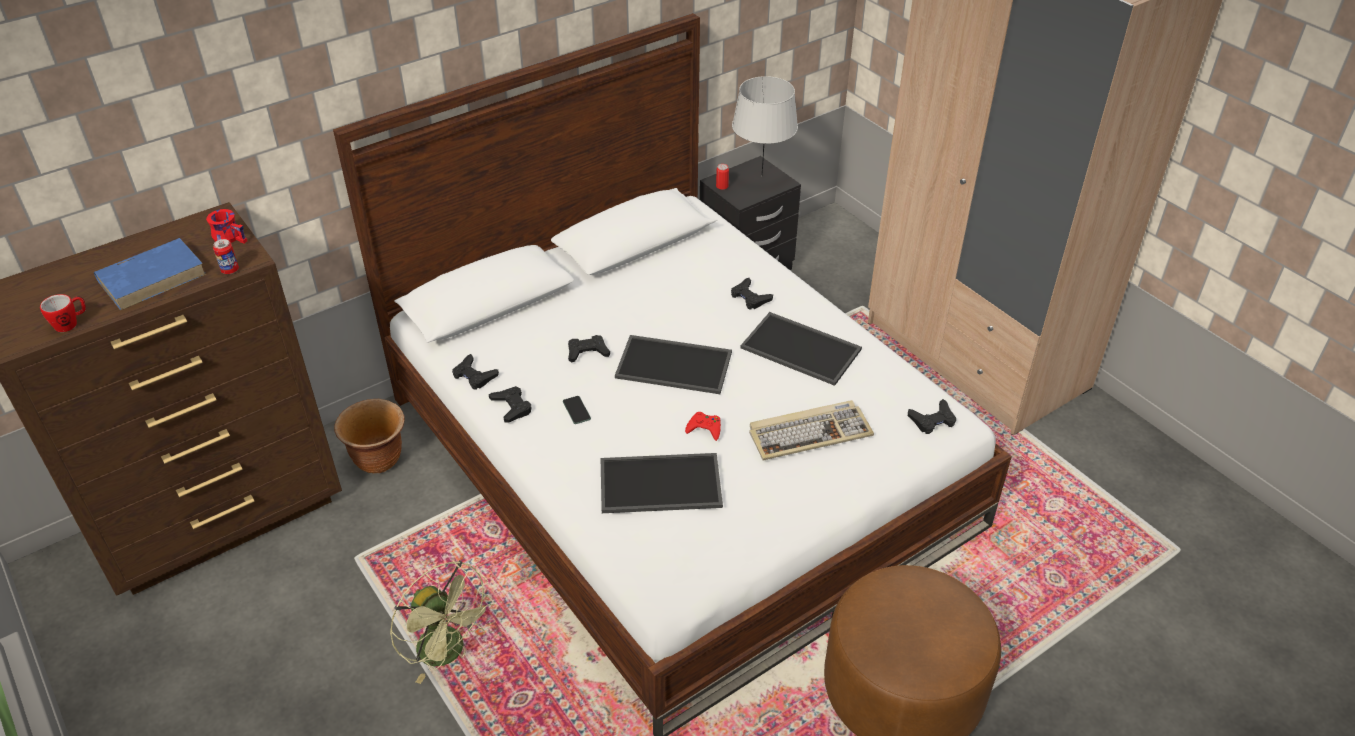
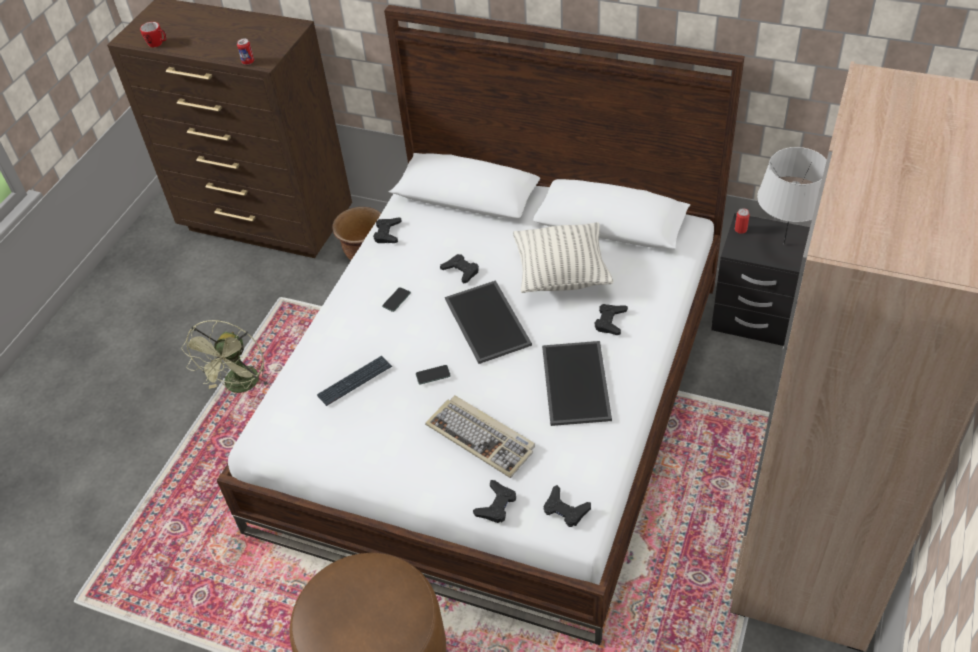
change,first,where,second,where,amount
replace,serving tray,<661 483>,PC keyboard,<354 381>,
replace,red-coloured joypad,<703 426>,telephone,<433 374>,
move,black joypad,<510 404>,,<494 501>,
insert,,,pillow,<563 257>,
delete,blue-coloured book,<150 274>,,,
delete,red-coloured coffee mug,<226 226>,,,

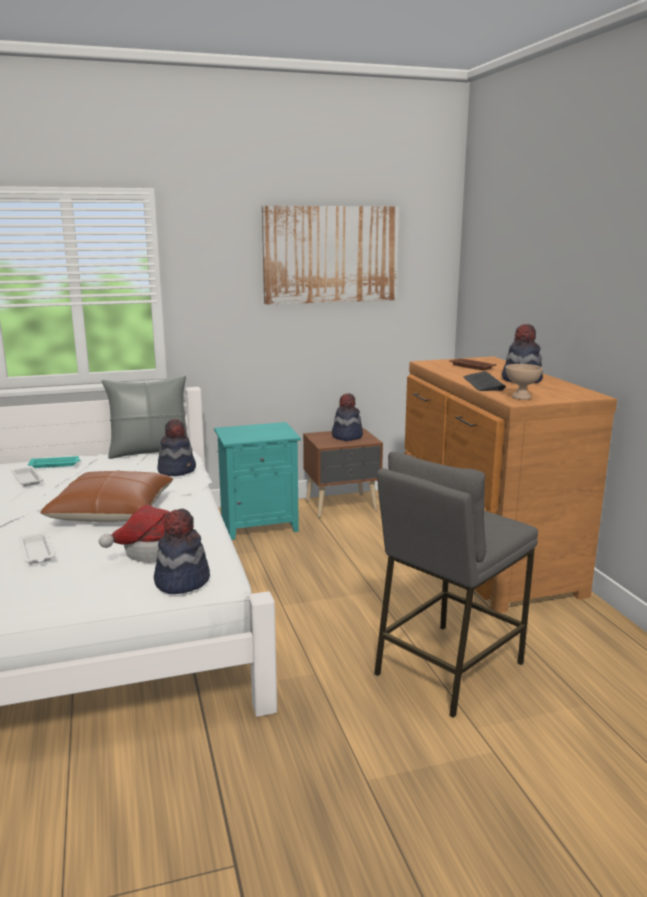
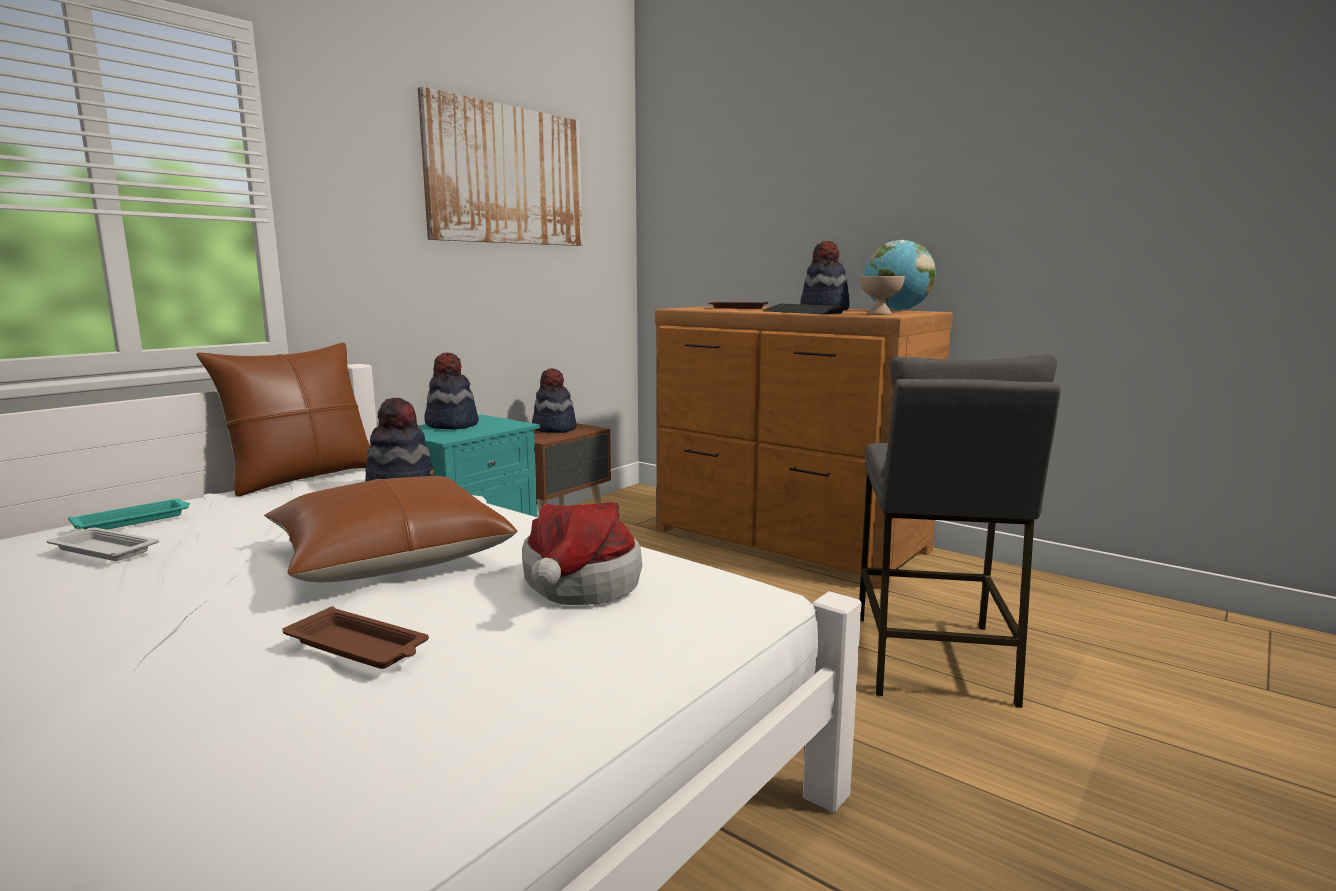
change,first,where,second,where,amount
recolor,greyish pillow,<146 417>,brownish pillow,<283 419>,
recolor,white serving tray,<37 548>,brownish serving tray,<356 637>,
move,wearable hat,<182 551>,,<451 391>,
insert,,,desk globe,<900 275>,

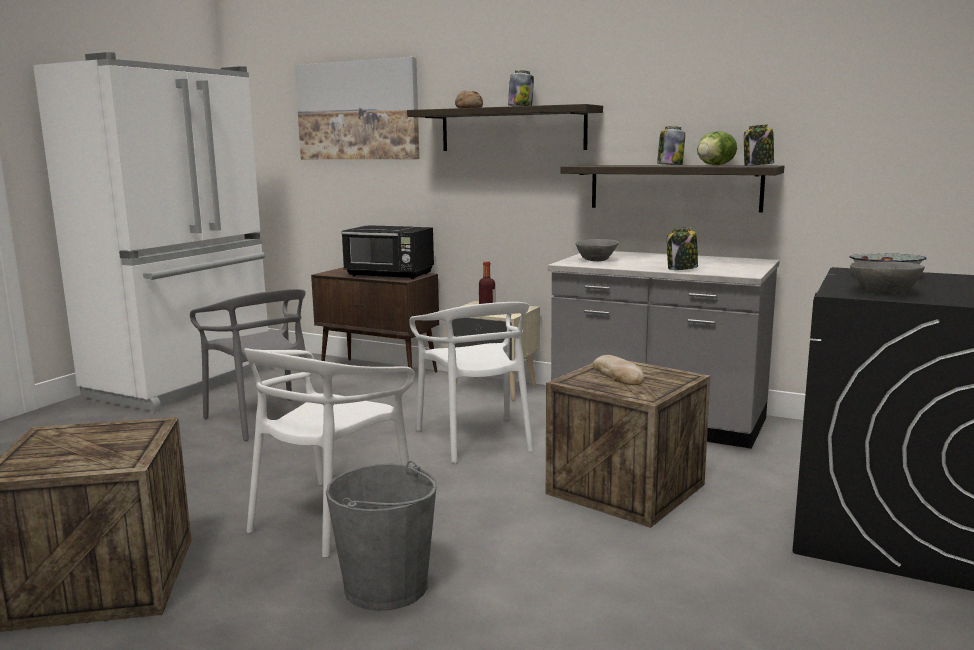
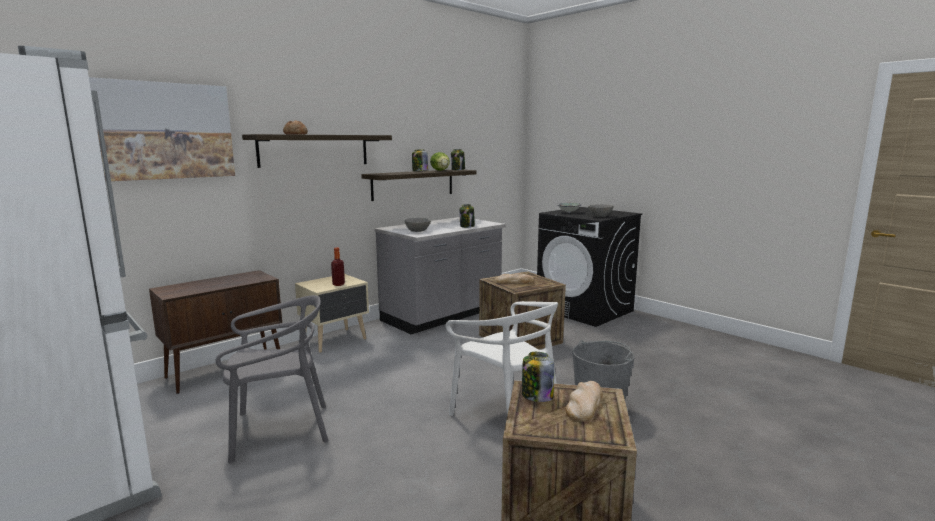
change,first,where,second,where,amount
move,preserve jar,<521 88>,,<538 377>,
insert,,,bakery bread,<584 401>,
delete,black microwave oven,<387 252>,,,
delete,white upright chair,<471 382>,,,

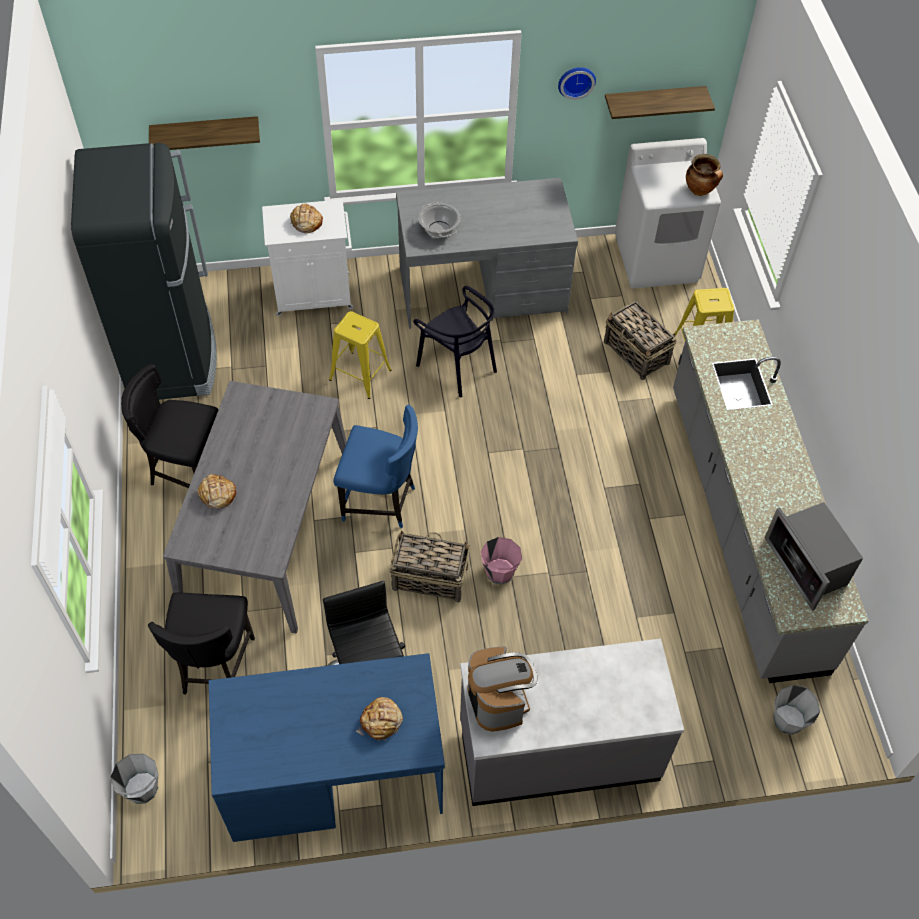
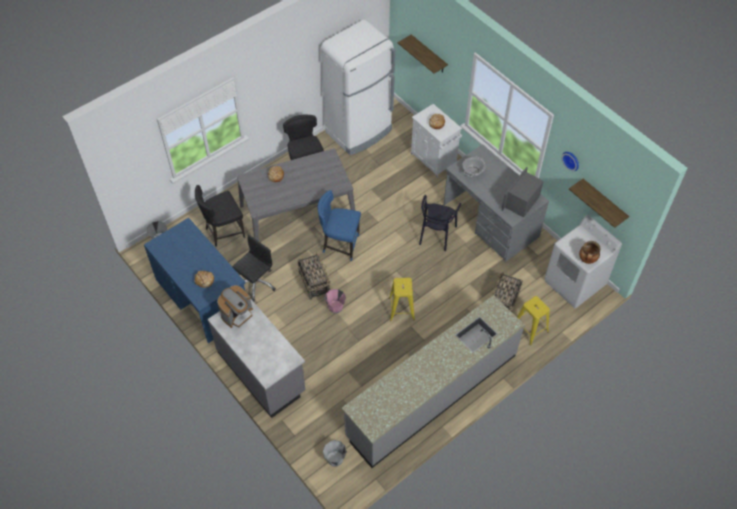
change,first,where,second,where,amount
rotate,blue-coloured upright chair,<375 467>,,<339 225>,120 degrees clockwise
recolor,black fridge,<144 271>,white fridge,<358 87>,
move,yellow-coloured sitting stool,<360 355>,,<402 299>,
move,microwave oven,<813 556>,,<522 192>,

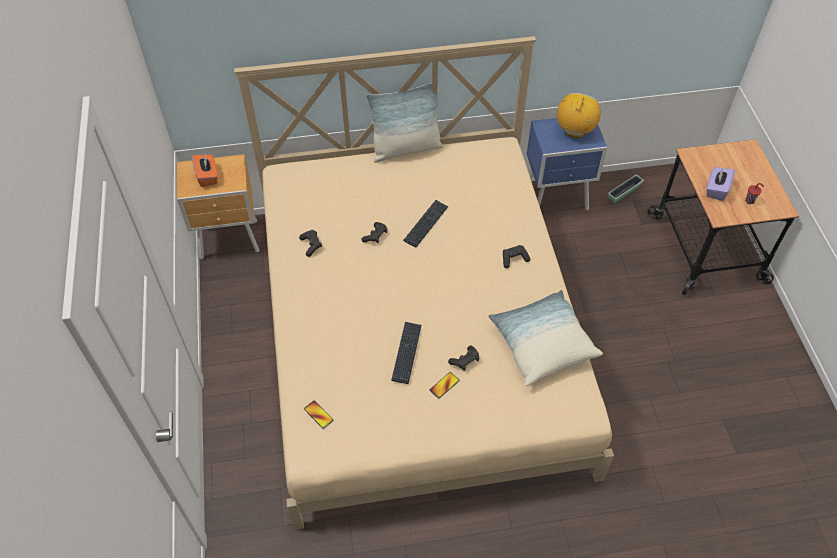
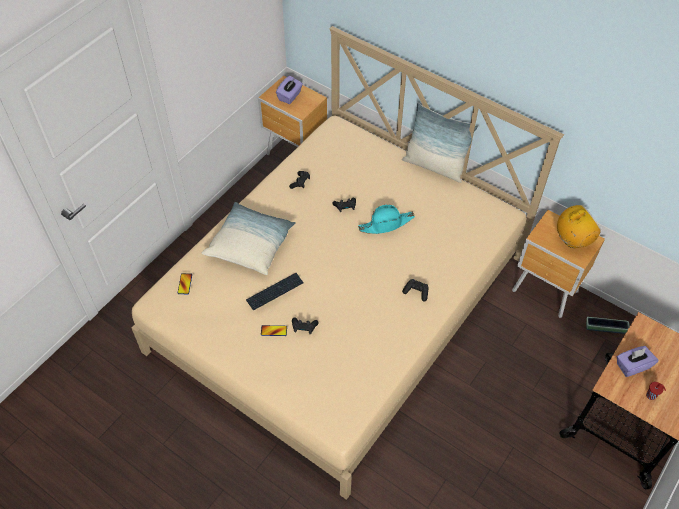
change,first,where,second,where,amount
move,pillow,<545 338>,,<249 238>,
recolor,orange box of tissues,<205 170>,purple box of tissues,<289 90>,
replace,PC keyboard,<426 223>,blue-green wearable hat,<386 219>,
recolor,blue-coloured night table,<567 164>,brownish night table,<558 264>,

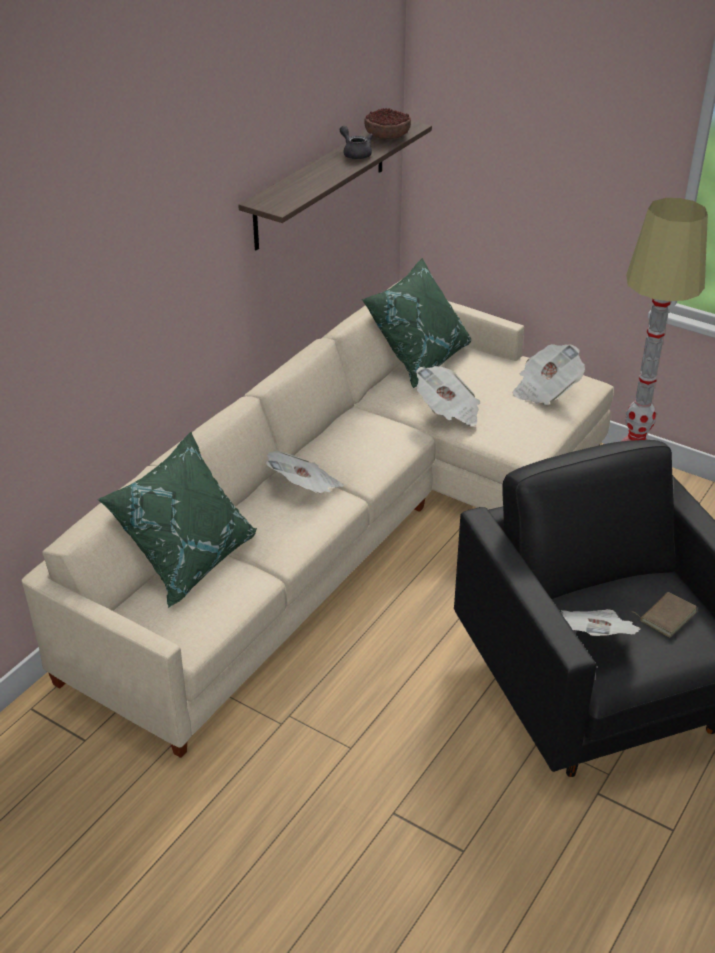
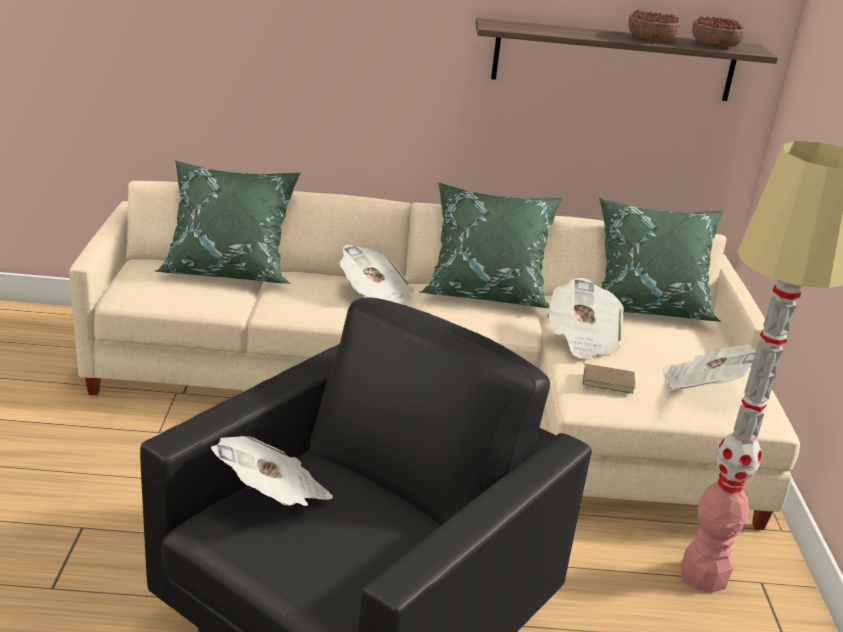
change,first,where,second,where,amount
insert,,,green-coloured pillow,<491 245>,
move,brownish book,<665 615>,,<609 376>,
replace,greyish tea pot,<356 142>,serving bowl,<654 25>,

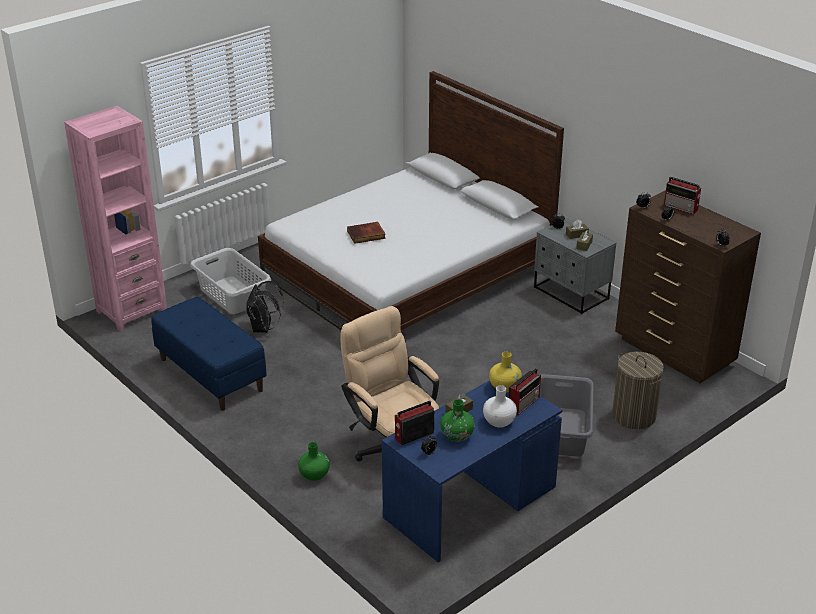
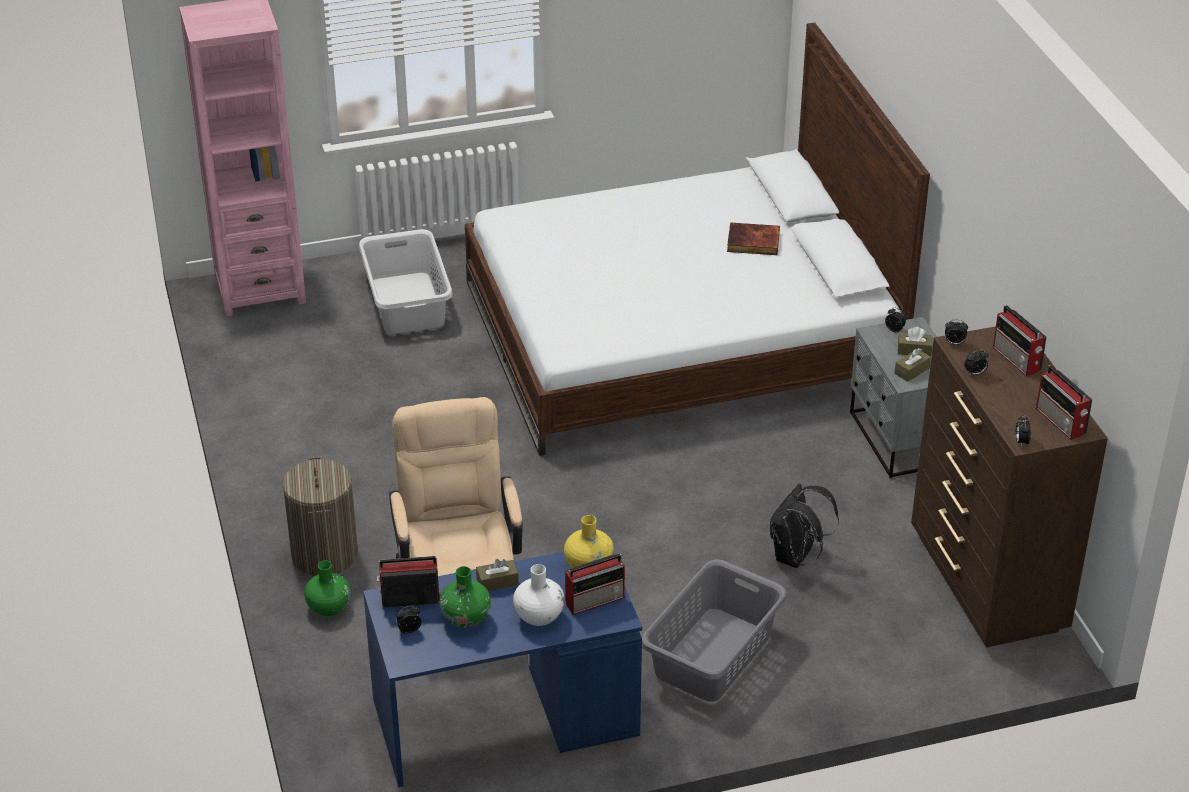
change,first,where,second,where,amount
move,washing basket,<638 390>,,<320 516>,
move,book,<366 233>,,<753 239>,
move,black backpack,<265 307>,,<804 525>,
insert,,,radio receiver,<1064 402>,
delete,blue-coloured long seat,<209 354>,,,

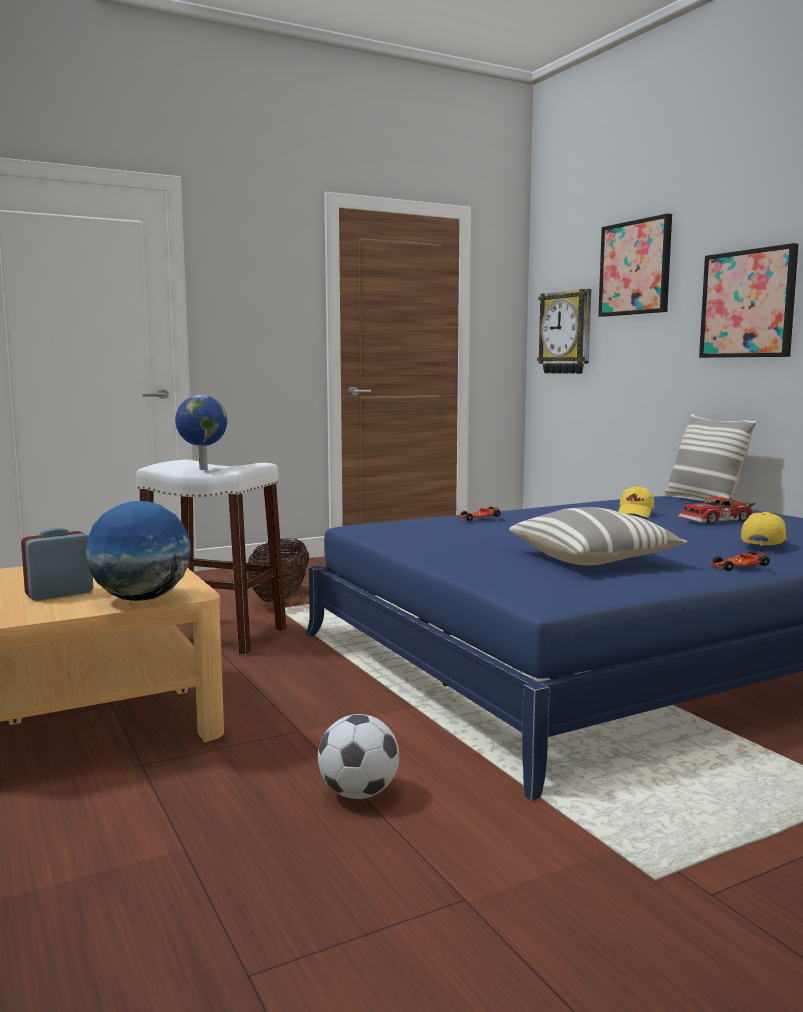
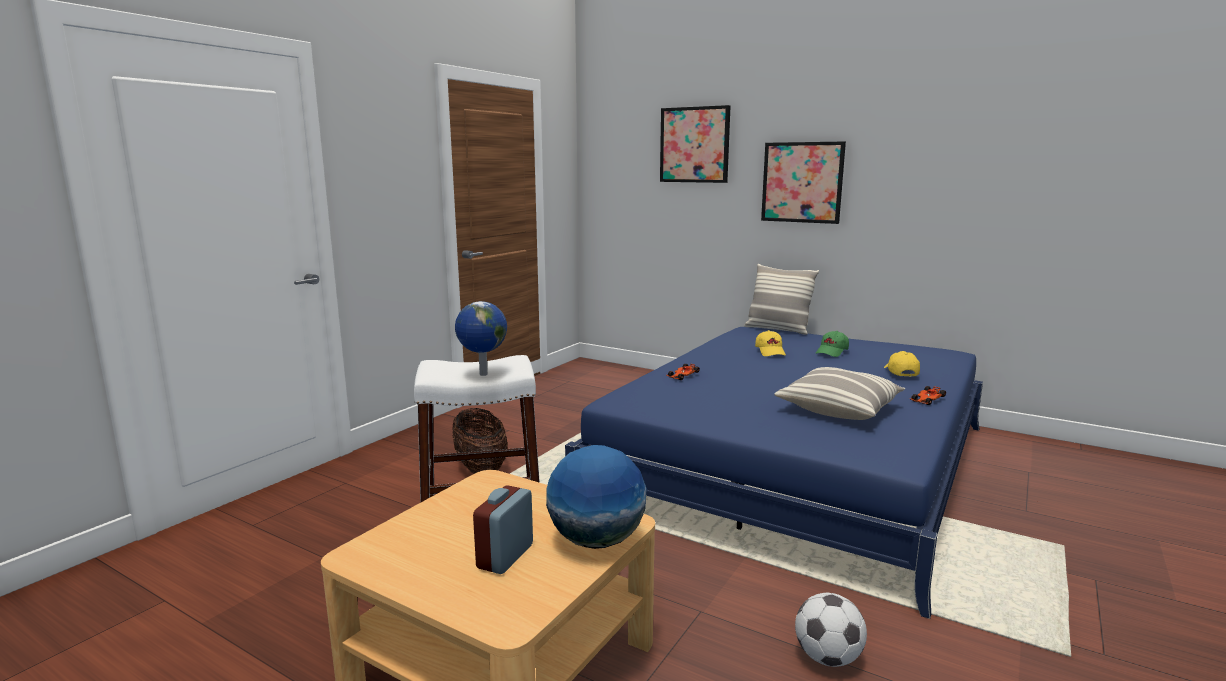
change,first,where,second,where,amount
replace,model car,<716 510>,green-coloured baseball cap,<832 344>,
delete,hanging clock,<564 331>,,,

